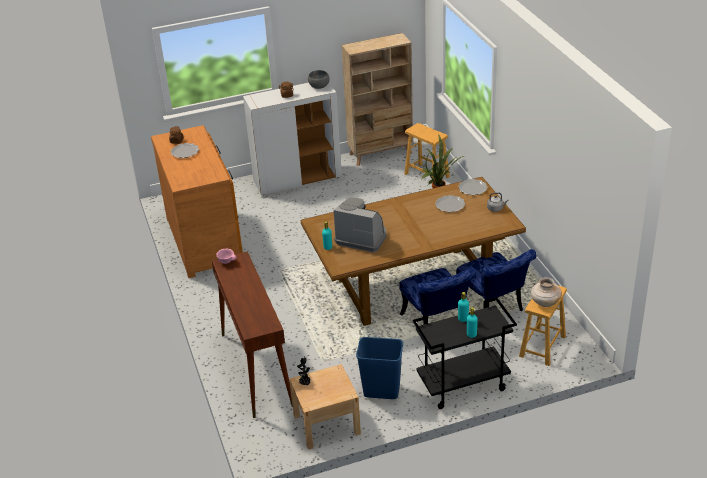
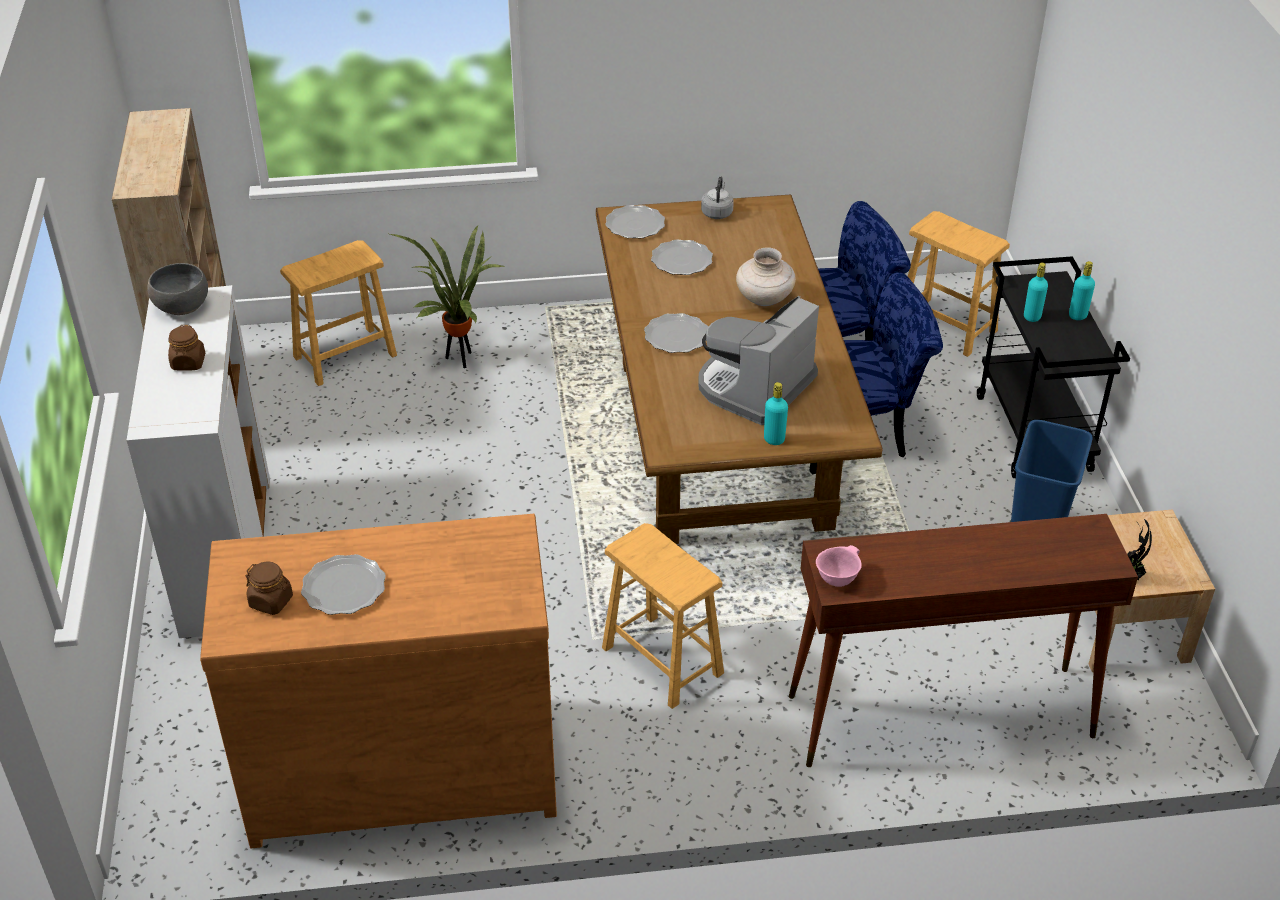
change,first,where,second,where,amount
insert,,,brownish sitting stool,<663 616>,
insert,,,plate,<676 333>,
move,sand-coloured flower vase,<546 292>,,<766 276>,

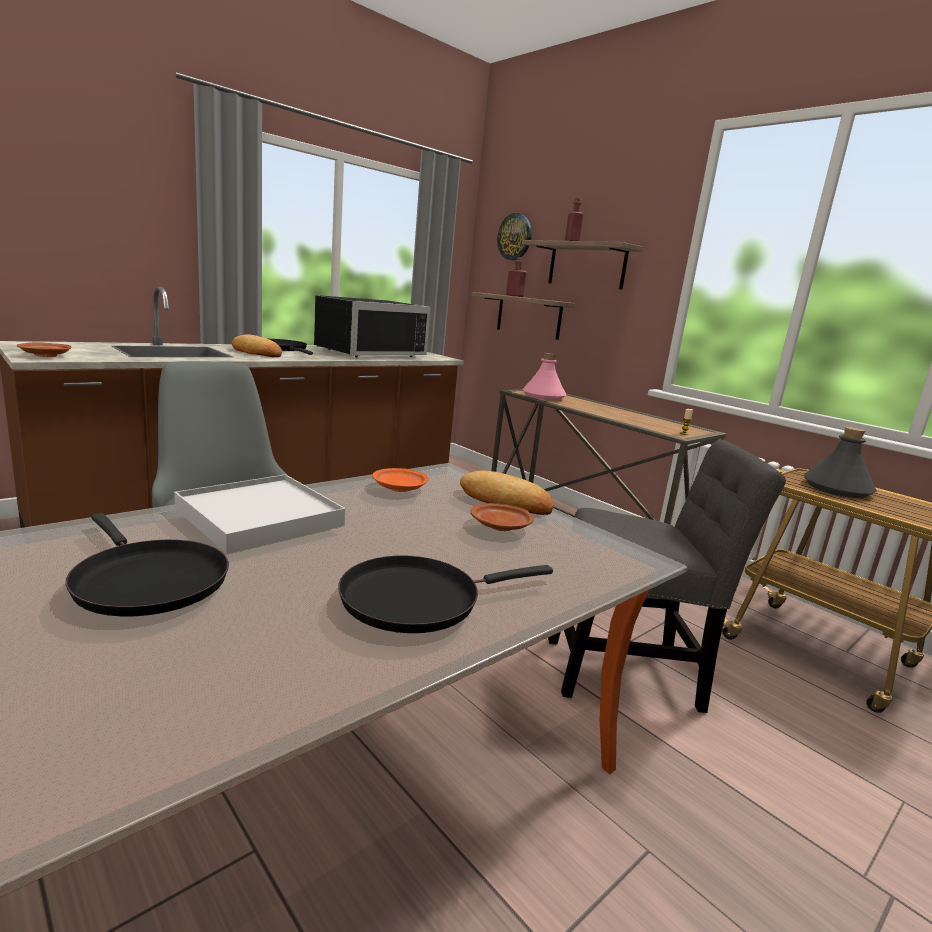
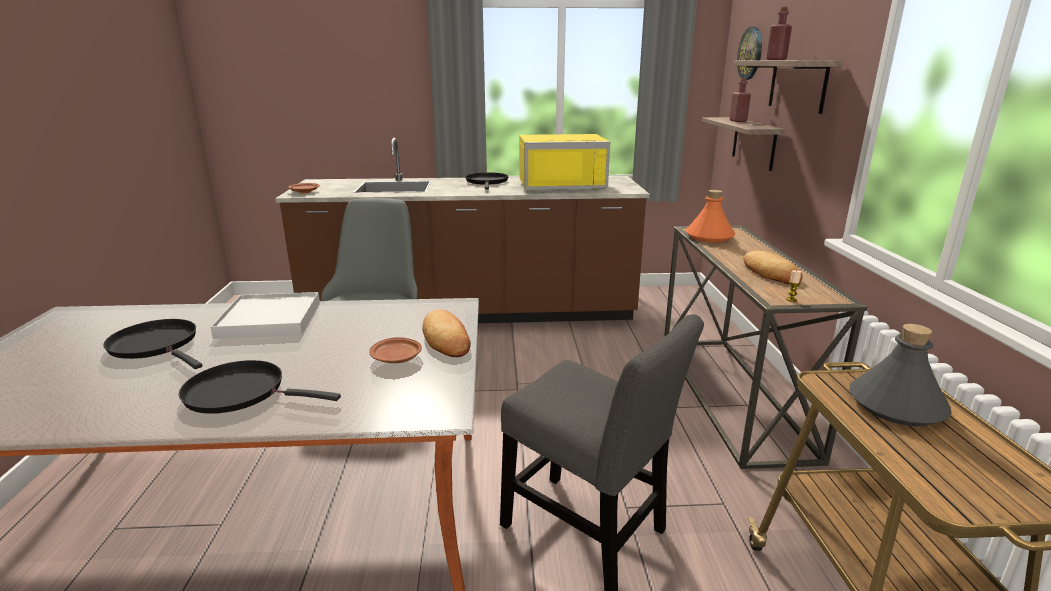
change,first,where,second,where,amount
rotate,black pan,<147 564>,,<153 344>,135 degrees clockwise
recolor,black microwave oven,<372 326>,yellow-coloured microwave oven,<564 162>,
recolor,pinkish drink bottle,<544 376>,orange drink bottle,<710 216>,
move,bakery bread,<257 345>,,<773 267>,
delete,orange plate,<400 480>,,,

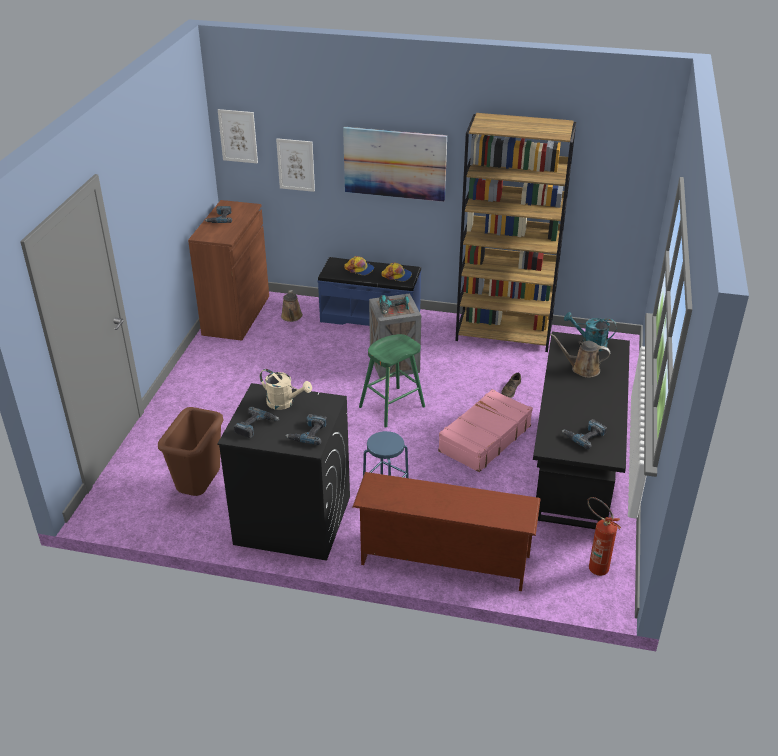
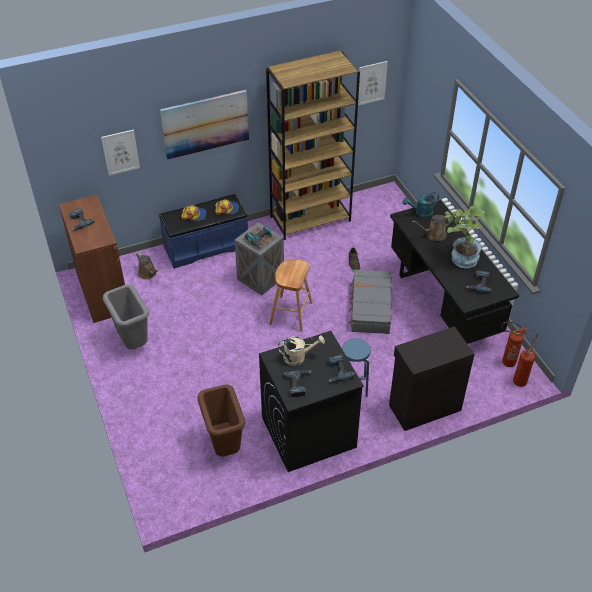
change,first,where,second,where,amount
insert,,,greyish waste bin,<126 317>,
recolor,green-coloured sitting stool,<392 381>,brownish sitting stool,<291 295>,
recolor,pinkish piece of luggage,<485 430>,greyish piece of luggage,<370 301>,
move,wall art,<238 136>,,<373 83>,
replace,brownish shoe rack,<446 531>,black cabinet,<432 379>,
insert,,,potted plant,<465 237>,
insert,,,fire-fighting cylinder,<525 360>,

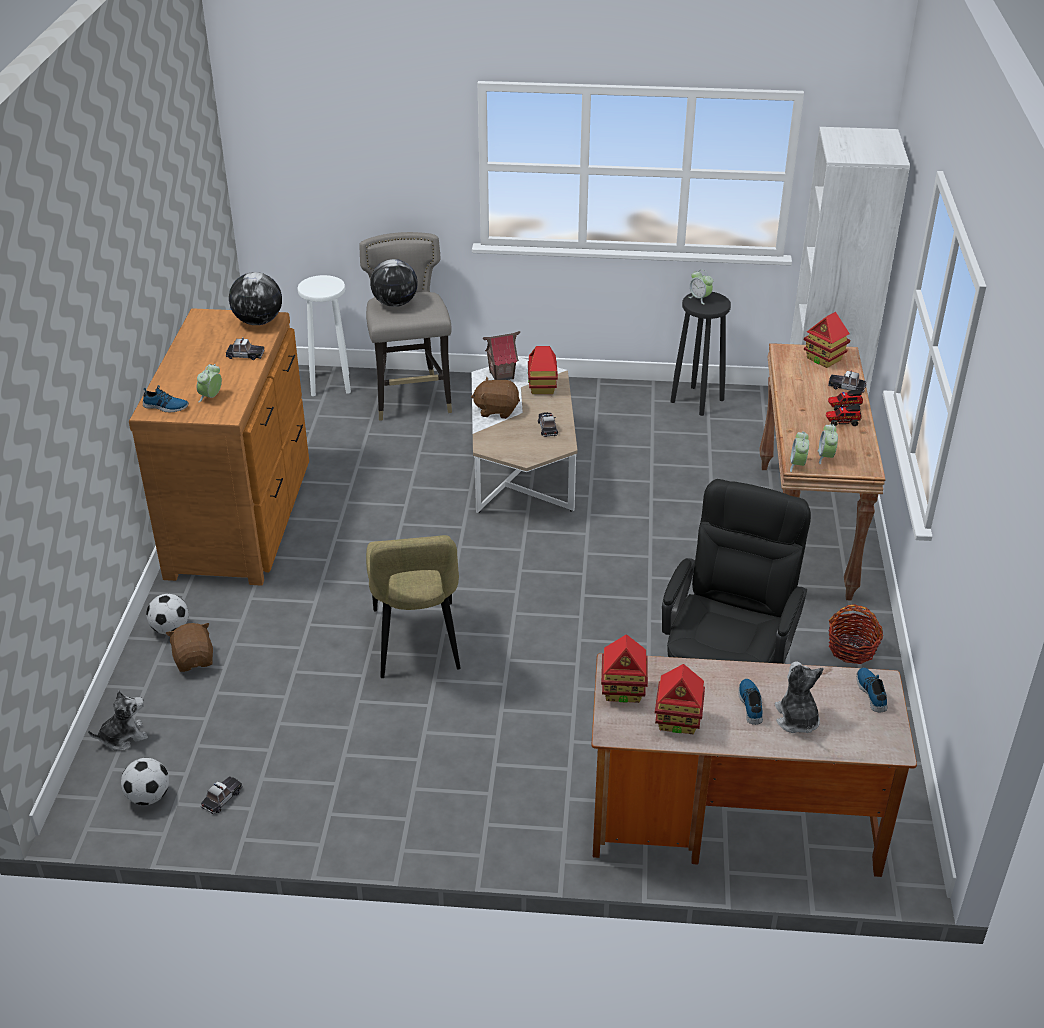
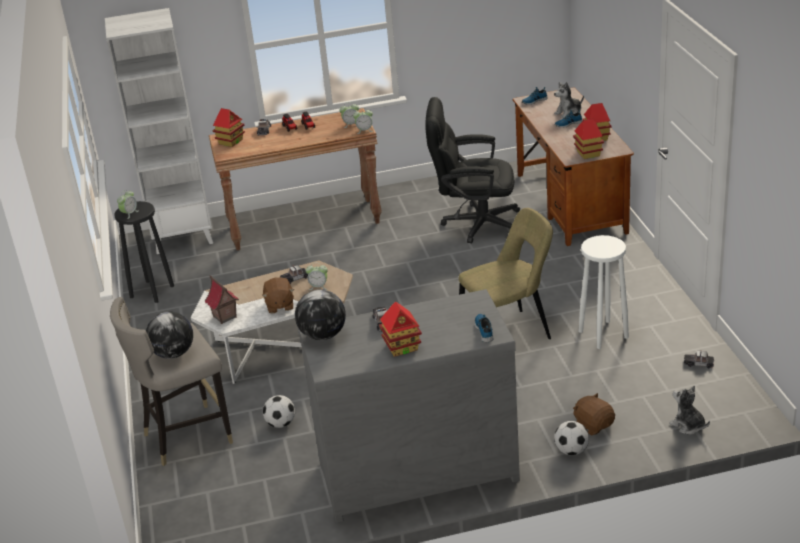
change,first,where,second,where,amount
move,football,<145 781>,,<279 411>,
recolor,brownish chest of drawers,<219 447>,greyish chest of drawers,<409 406>,
move,bedside clock,<209 383>,,<316 277>,
move,toy house,<543 370>,,<400 329>,
rotate,brownish cuddly toy,<189 647>,,<594 414>,90 degrees clockwise
move,white sitting stool,<324 335>,,<604 292>,
delete,household basket,<855 634>,,,

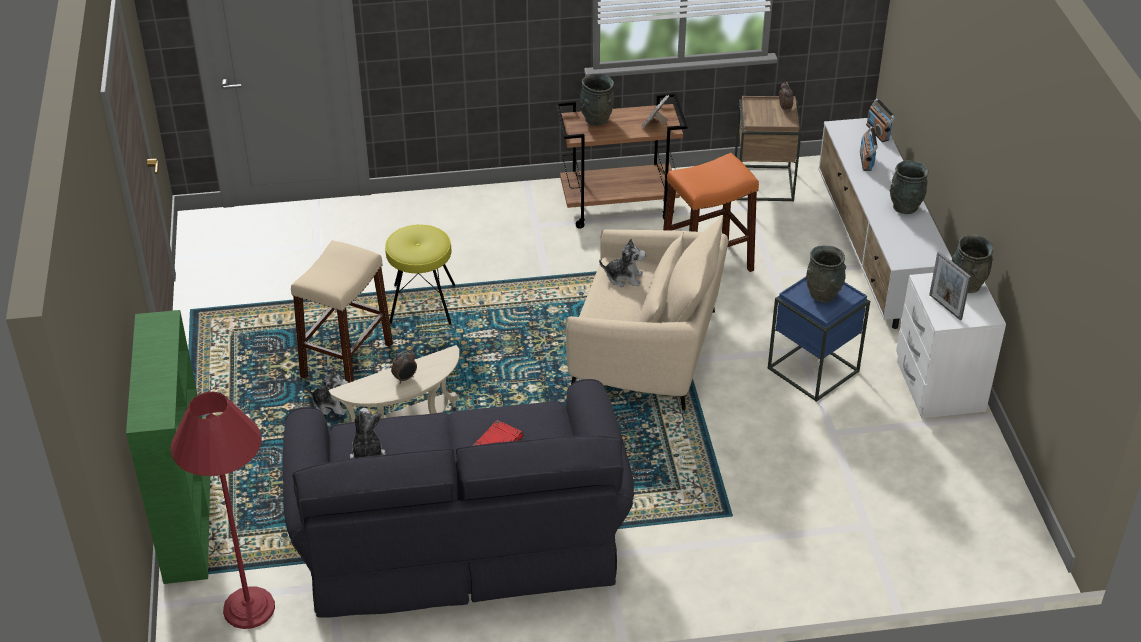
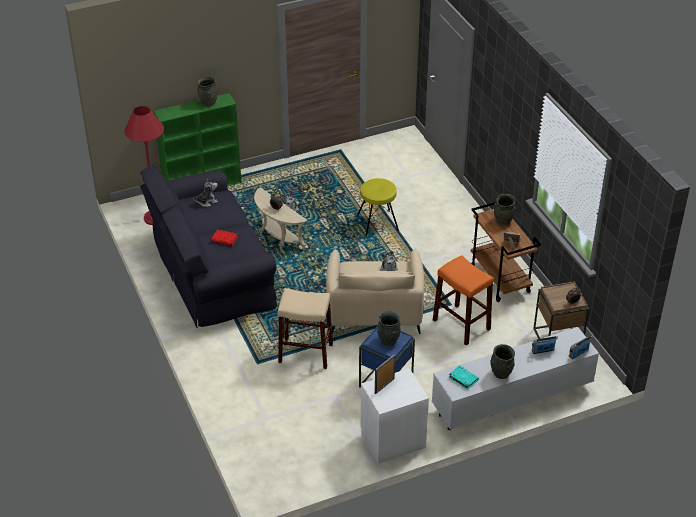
change,first,where,second,where,amount
move,greyish flower vase,<973 263>,,<207 91>,
move,sand-coloured sitting stool,<342 311>,,<305 328>,
insert,,,blue-green book,<464 377>,

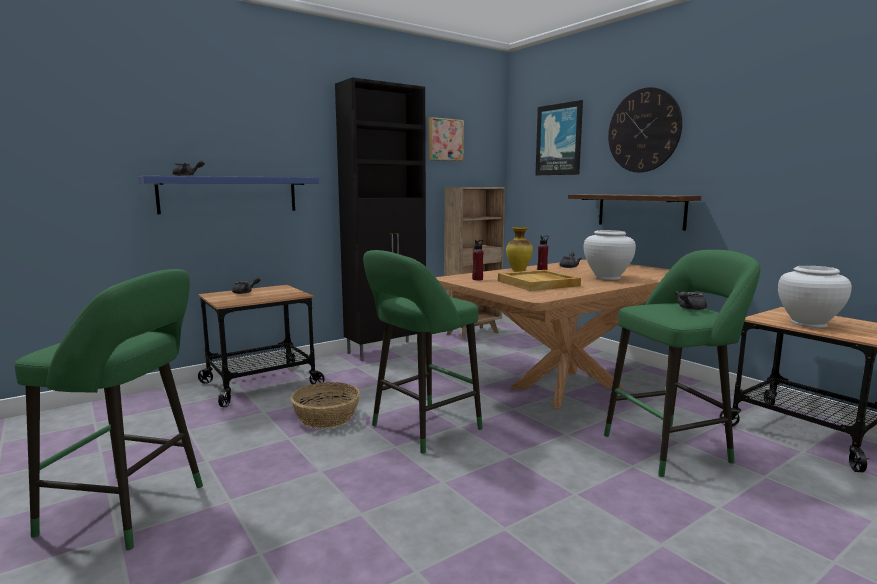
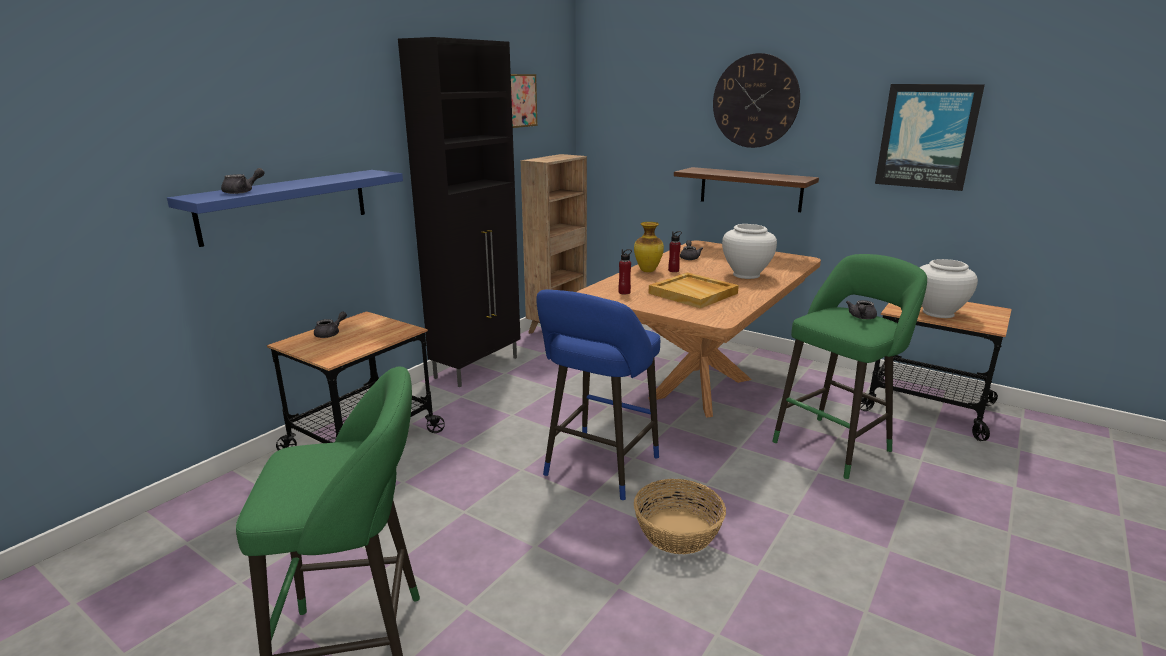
change,first,where,second,where,amount
recolor,green-coloured sitting stool,<423 352>,blue-coloured sitting stool,<598 395>,
move,household basket,<325 405>,,<680 516>,
move,wall art,<559 137>,,<930 137>,

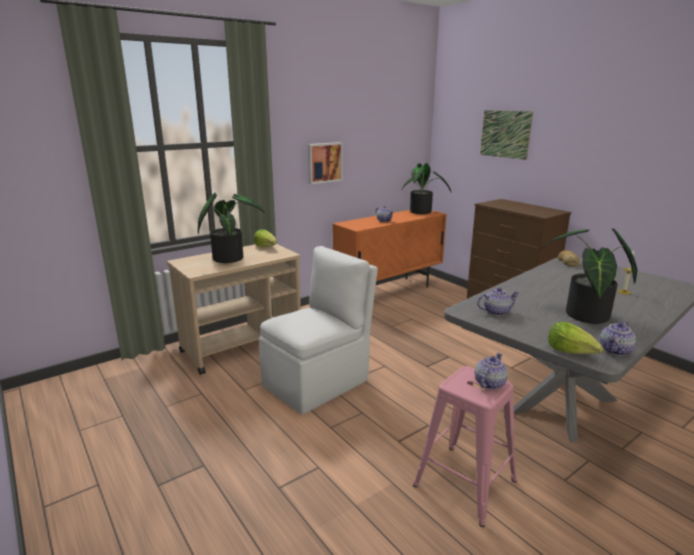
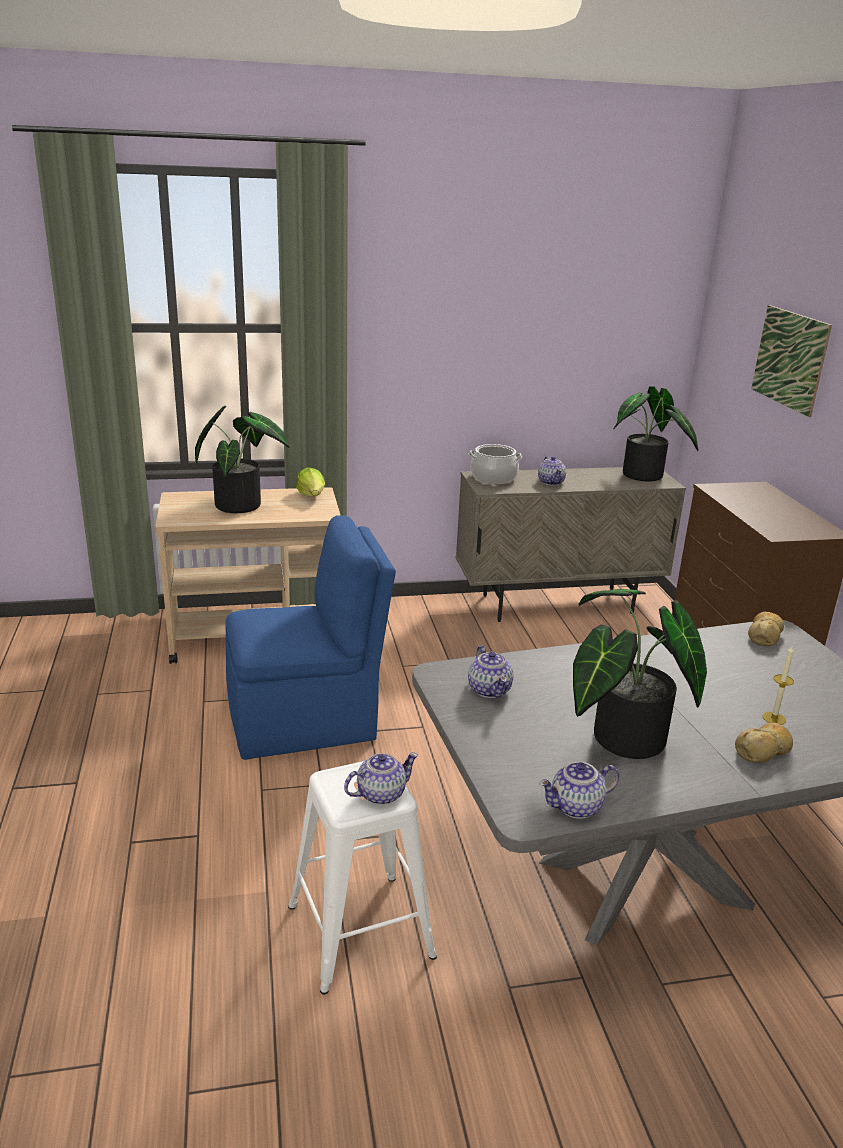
change,first,where,second,where,amount
recolor,white upright chair,<318 330>,blue-coloured upright chair,<310 637>,
recolor,pinkish sitting stool,<465 446>,white sitting stool,<362 877>,
recolor,orange cabinet,<390 249>,sand-coloured cabinet,<571 544>,
rotate,tea pot,<498 301>,,<491 672>,60 degrees clockwise
insert,,,stockpot,<495 464>,
insert,,,bakery bread,<764 743>,
delete,wall art,<325 163>,,,
delete,lettuce head,<575 338>,,,

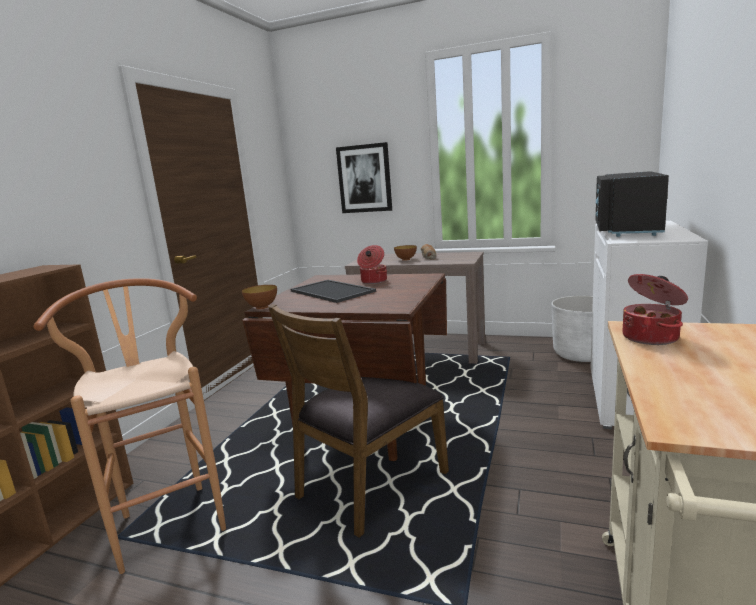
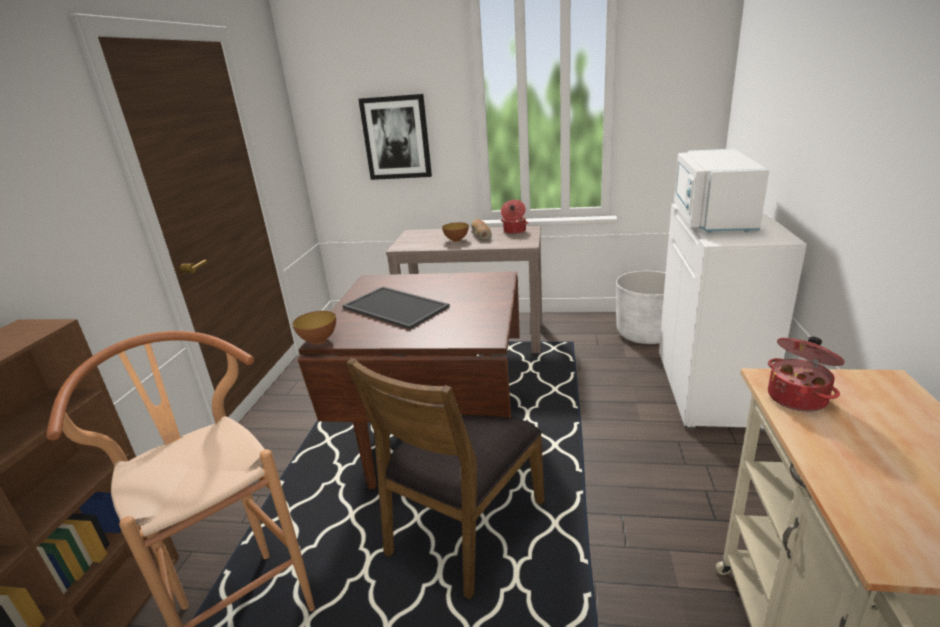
change,first,where,second,where,amount
move,stockpot,<372 264>,,<515 217>,
recolor,black microwave oven,<632 204>,white microwave oven,<721 191>,

